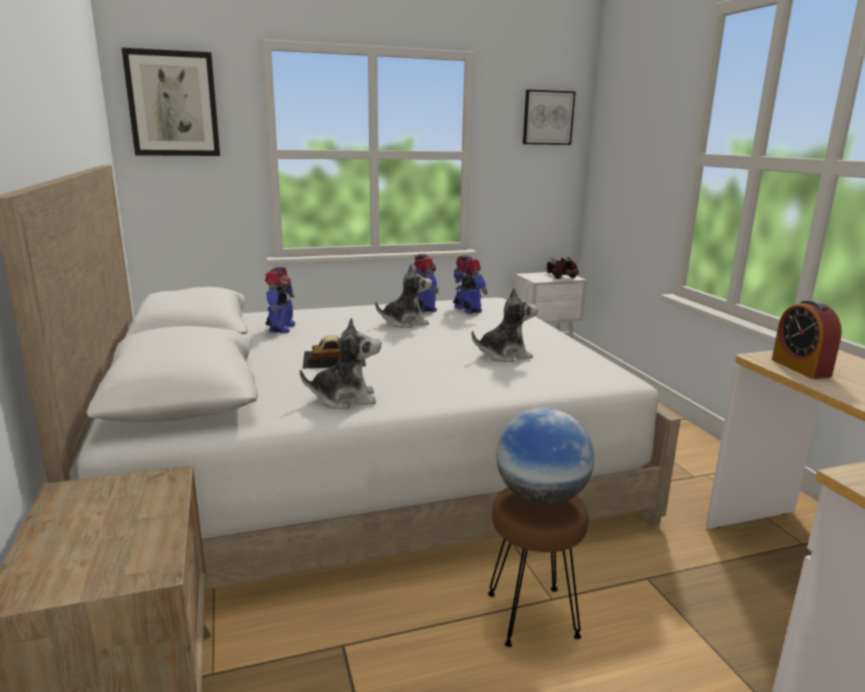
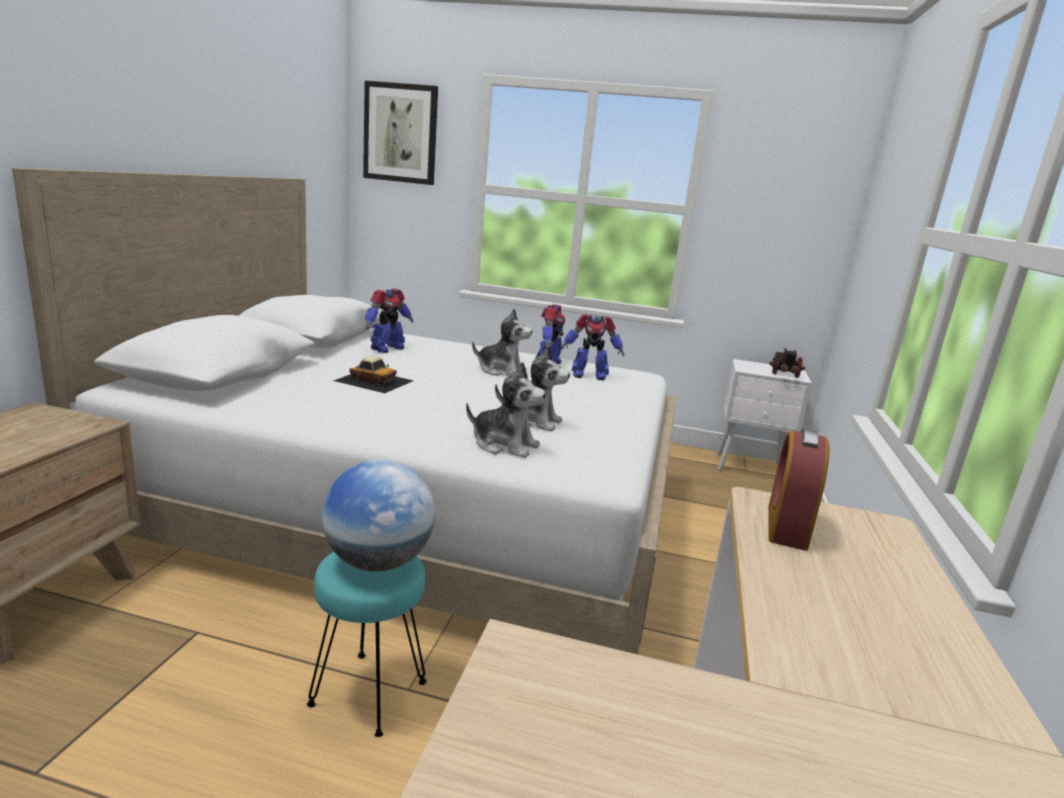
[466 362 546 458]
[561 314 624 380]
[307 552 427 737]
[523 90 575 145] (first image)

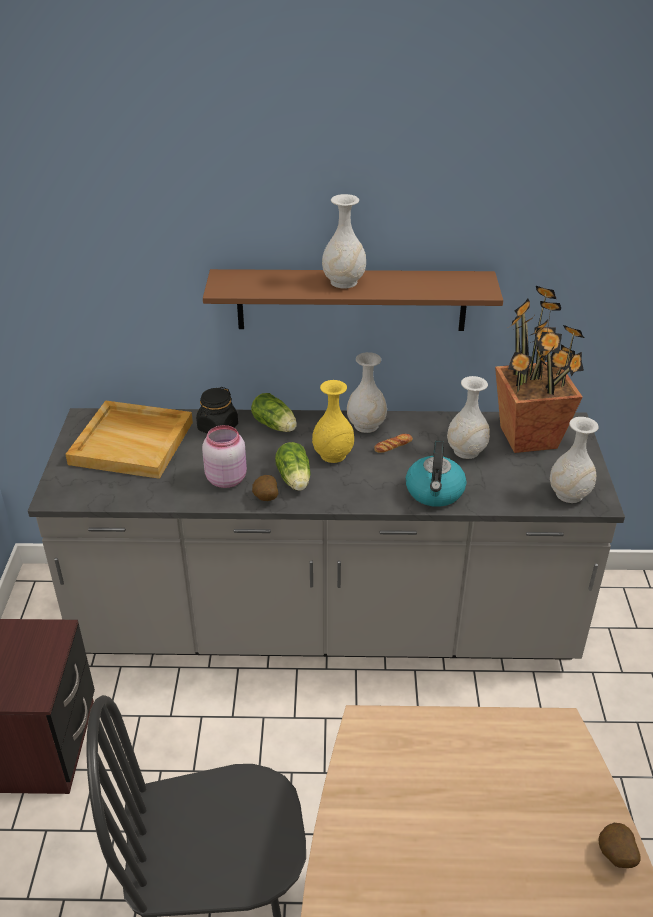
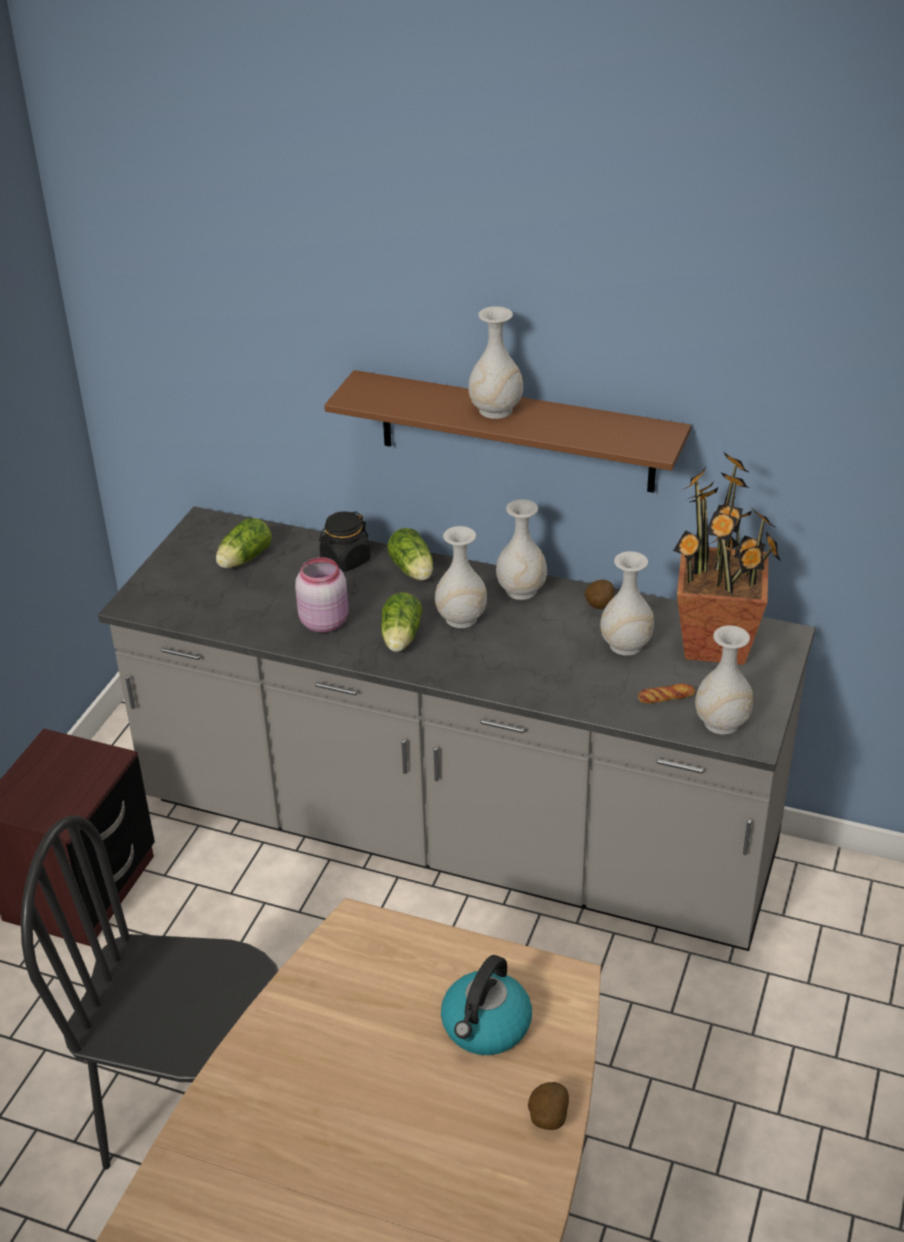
[216 518 272 568]
[585 580 614 609]
[435 526 487 628]
[638 683 695 703]
[441 955 532 1055]

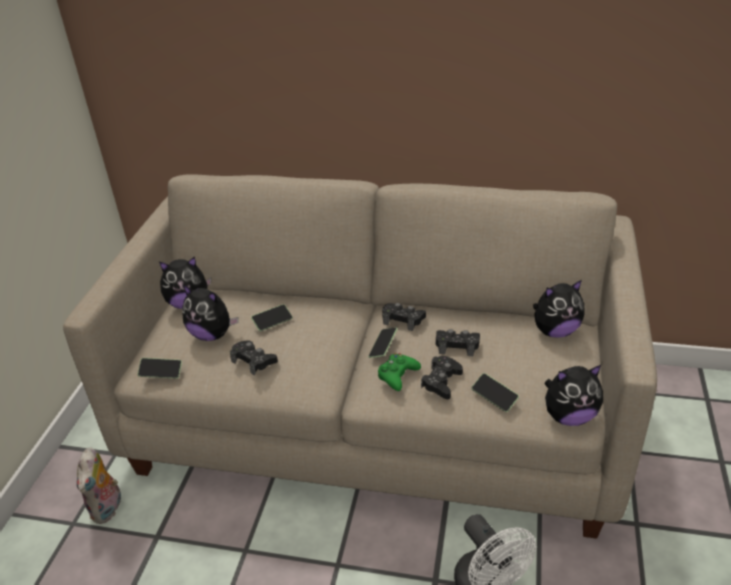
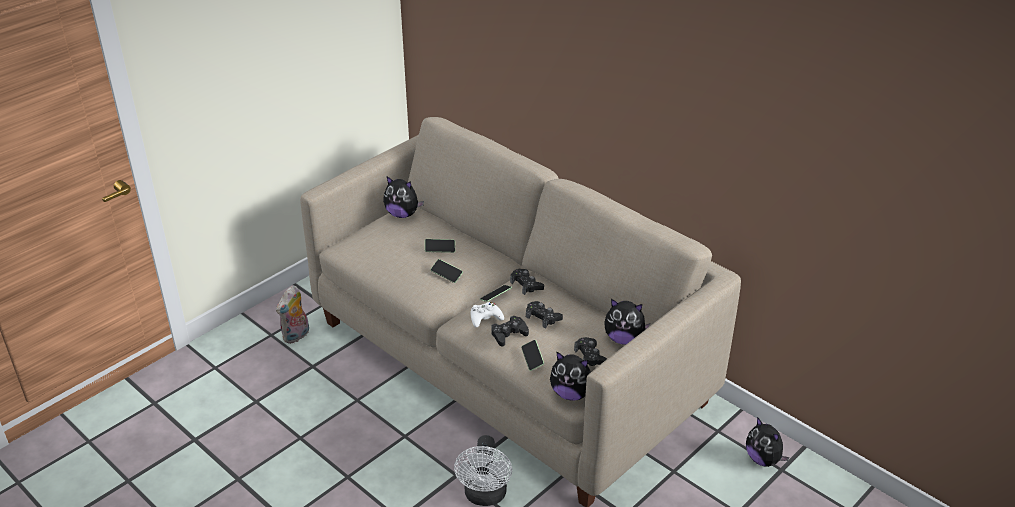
[431 259 463 283]
[746 417 789 467]
[574 337 607 366]
[470 302 504 327]

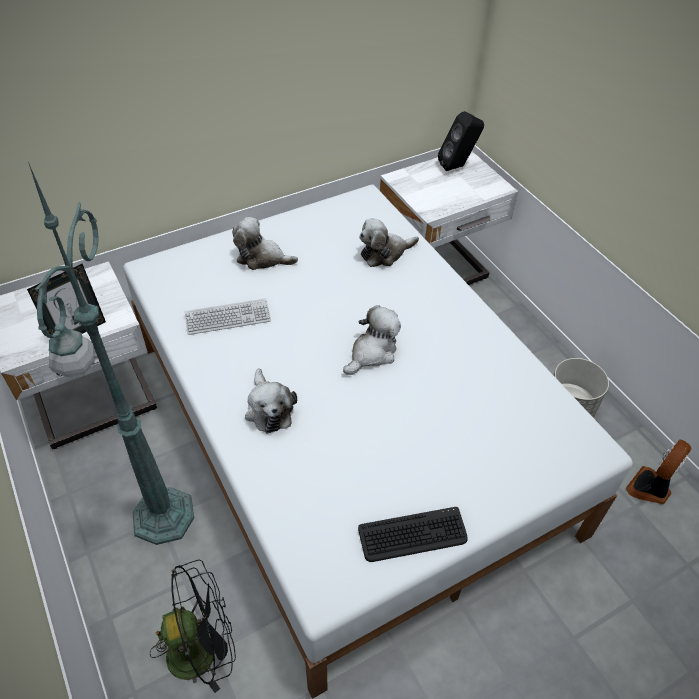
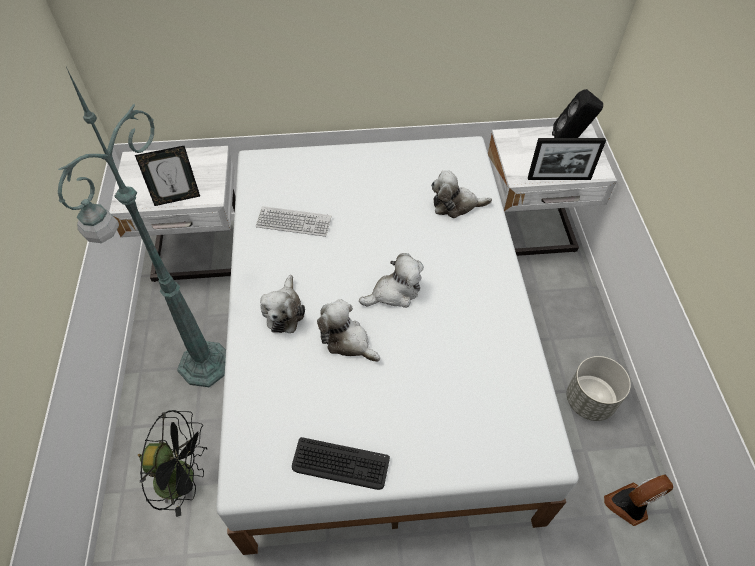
[317 299 380 362]
[528 138 606 180]

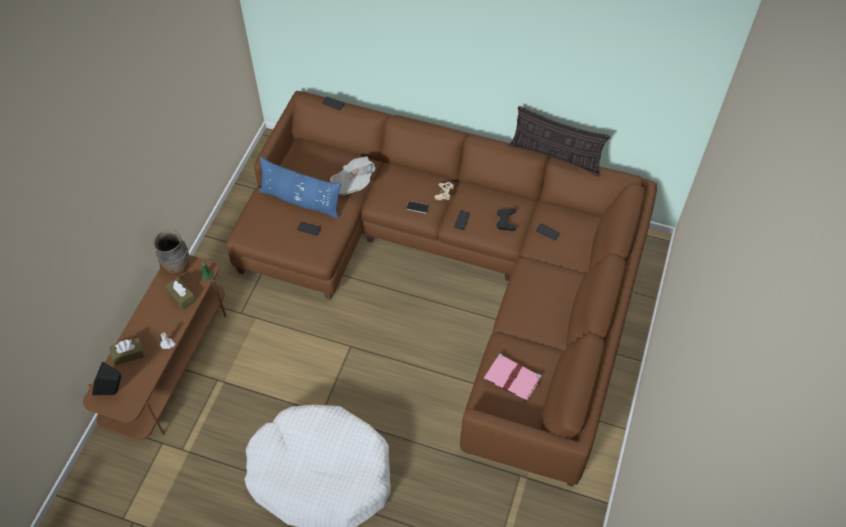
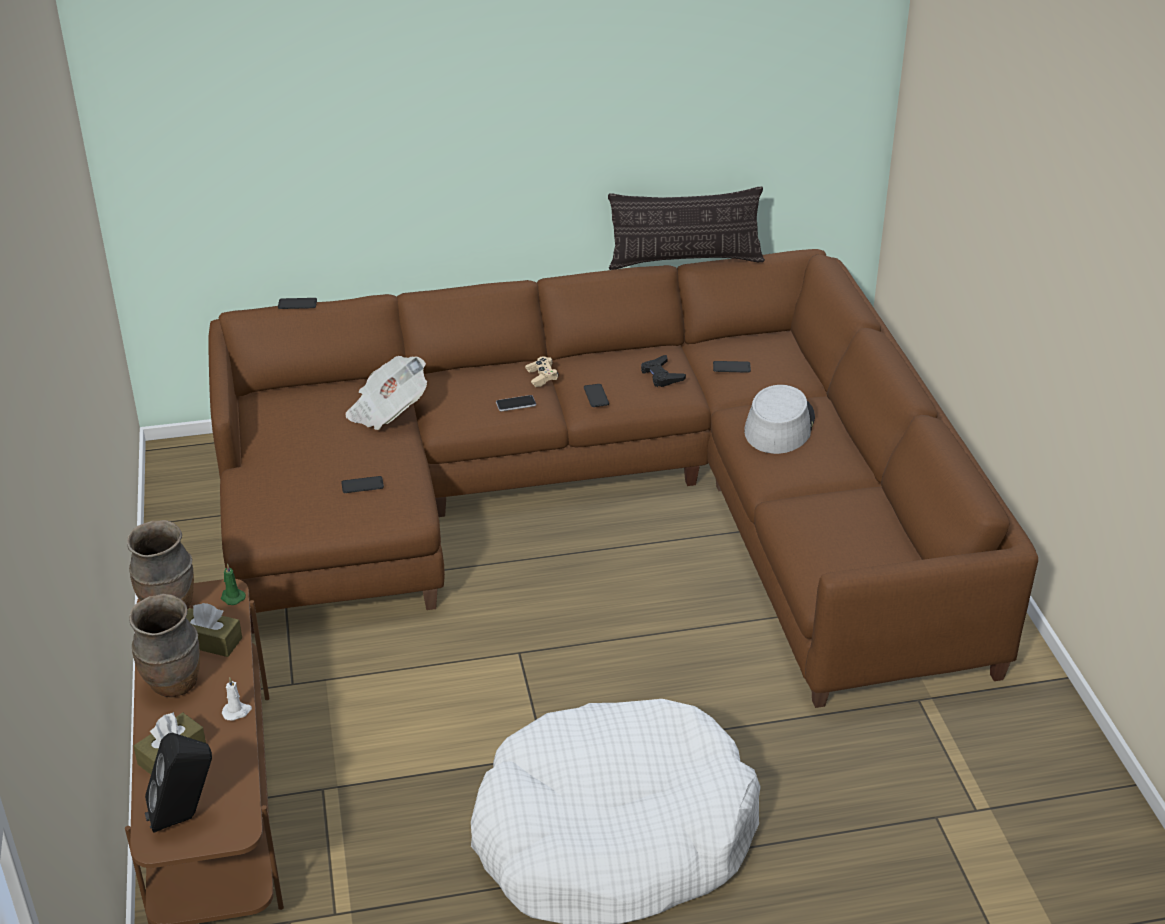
[259 157 341 219] (first image)
[484 353 543 402] (first image)
[129 594 200 697]
[744 385 815 454]

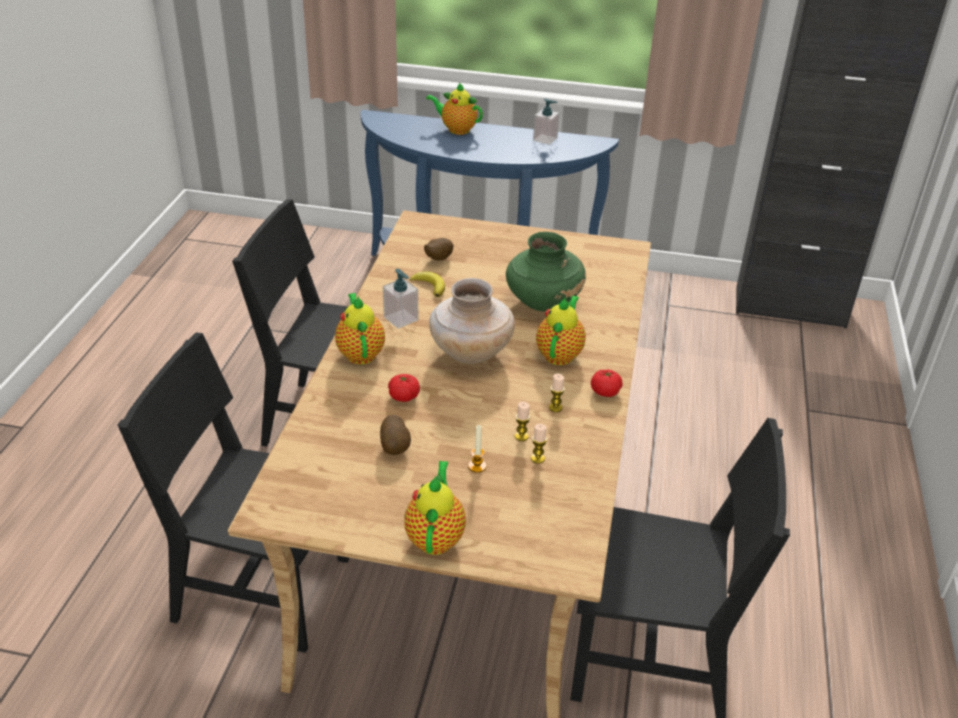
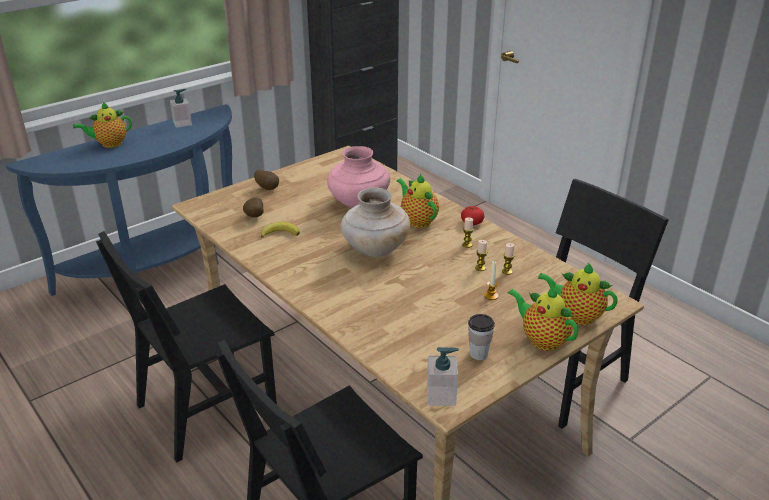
[538 263 618 325]
[254 169 279 190]
[427 347 459 406]
[388 374 420 402] (first image)
[327 146 390 208]
[468 314 495 360]

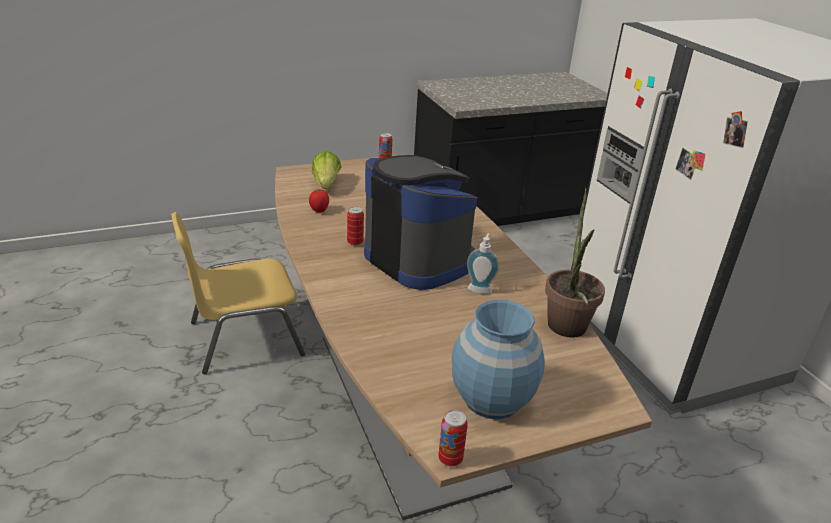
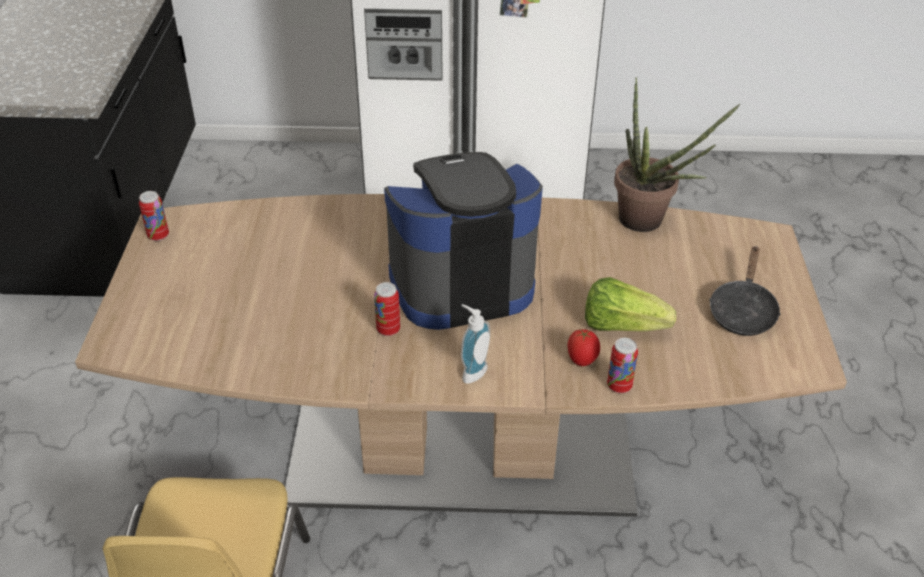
[568 329 600 366]
[585 277 676 331]
[607 338 638 393]
[709 246 781 336]
[461 304 490 384]

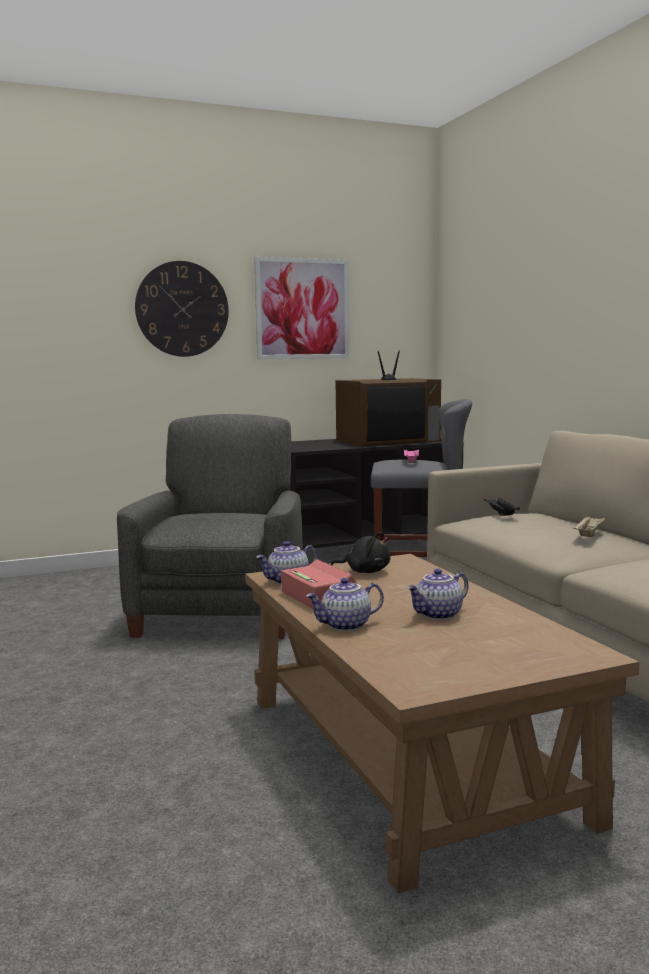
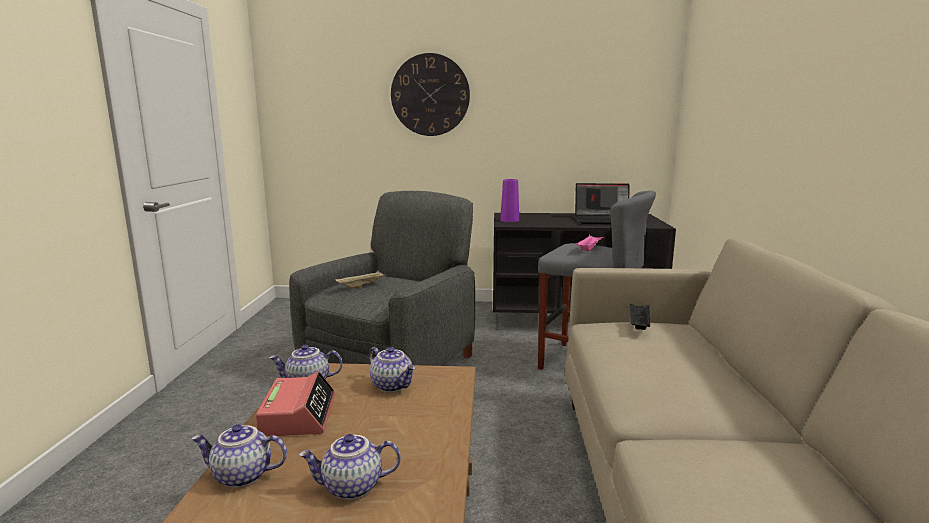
[254 257 349 360] (first image)
[369 347 416 393]
[575 183 630 224]
[335 270 385 288]
[500 179 519 222]

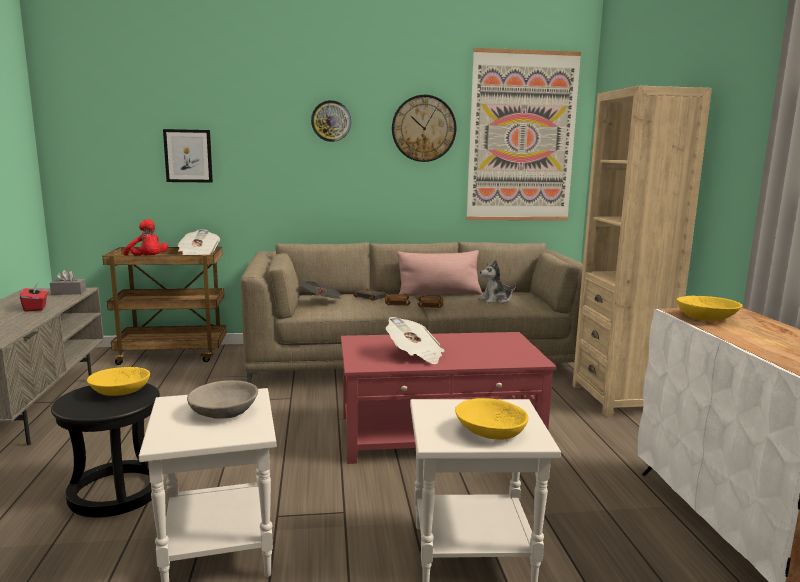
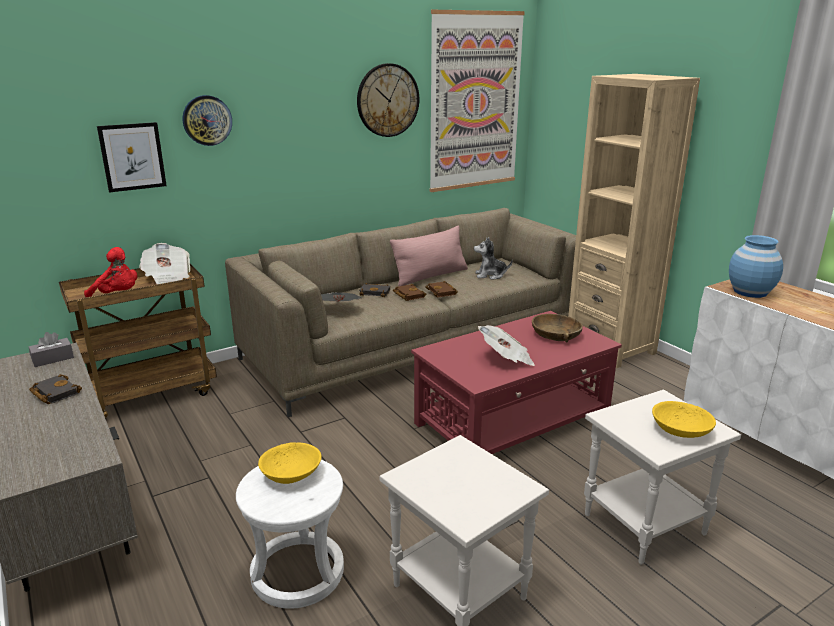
[29 374 82 404]
[236 460 344 609]
[187 380 258 419] (first image)
[183 95 232 146]
[474 237 513 280]
[729 235 783 298]
[532 314 583 342]

